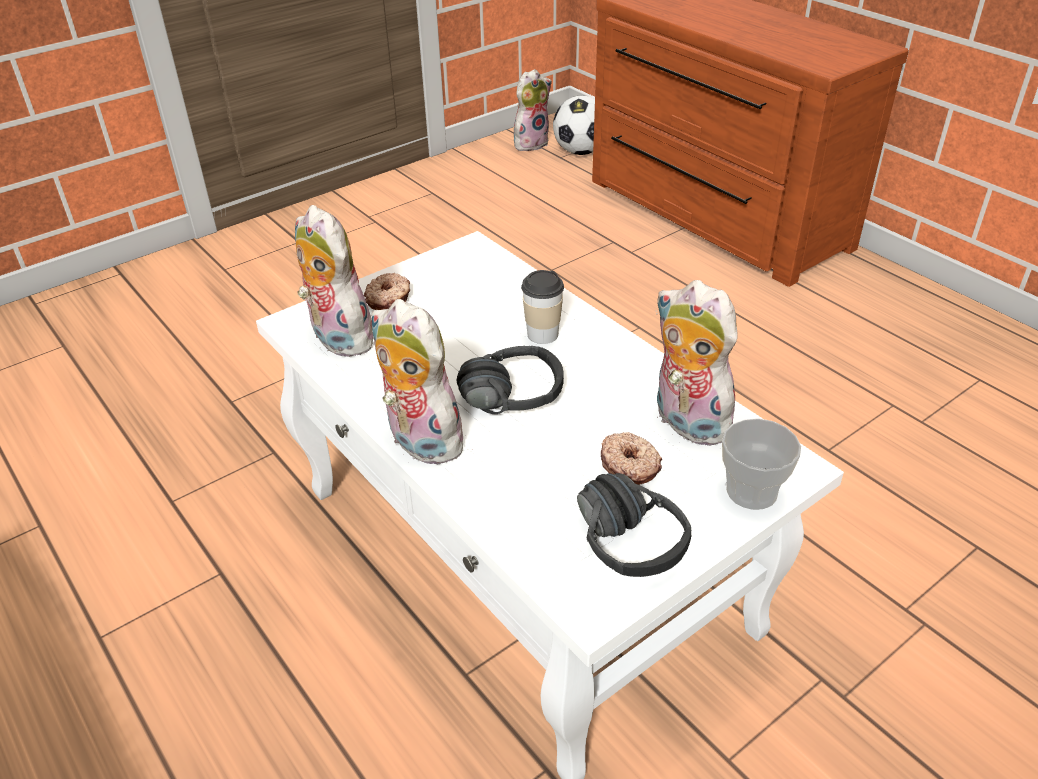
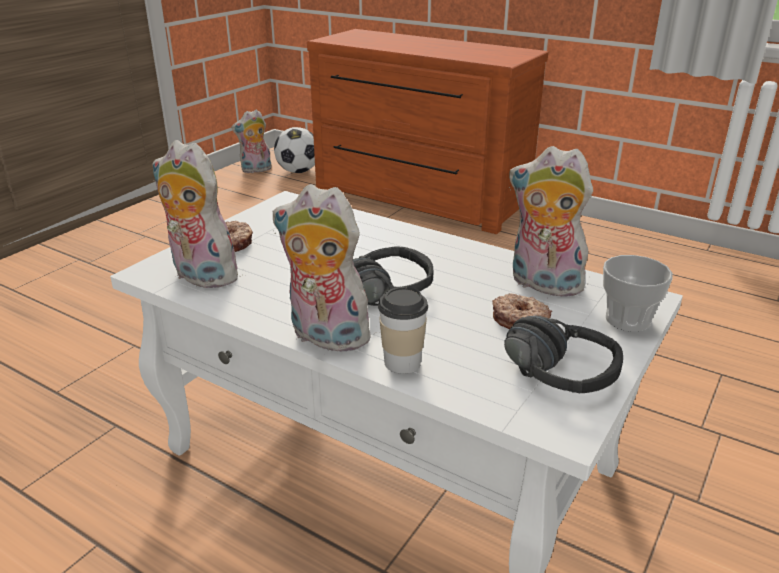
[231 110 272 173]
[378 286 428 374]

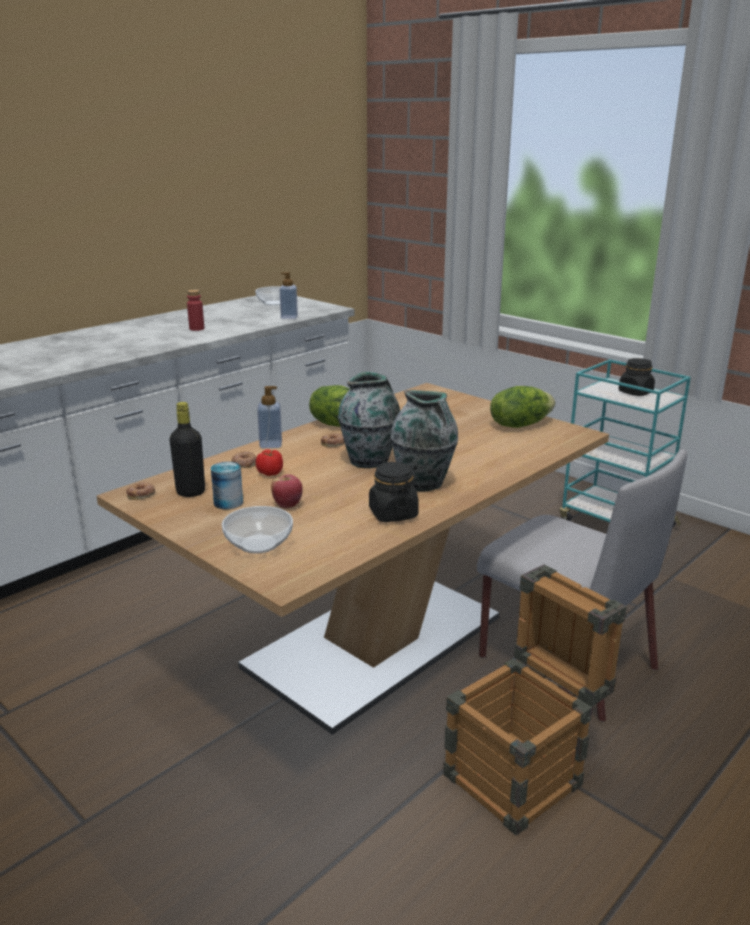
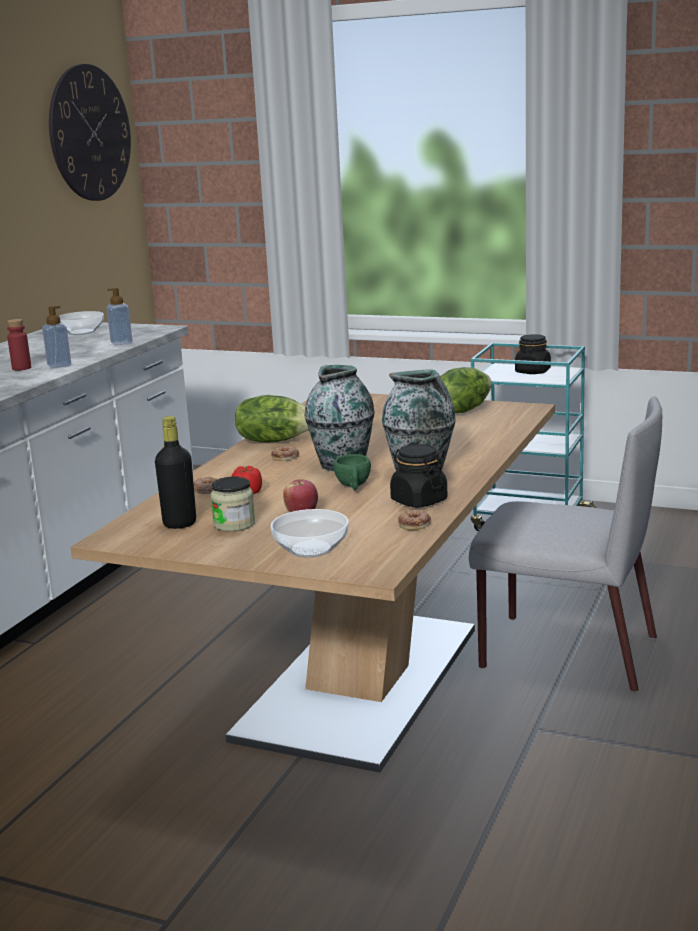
[398 510 431 530]
[210 477 255 532]
[42 306 71 368]
[443 564 627 836] (first image)
[49 64 131 201]
[333 454 371 490]

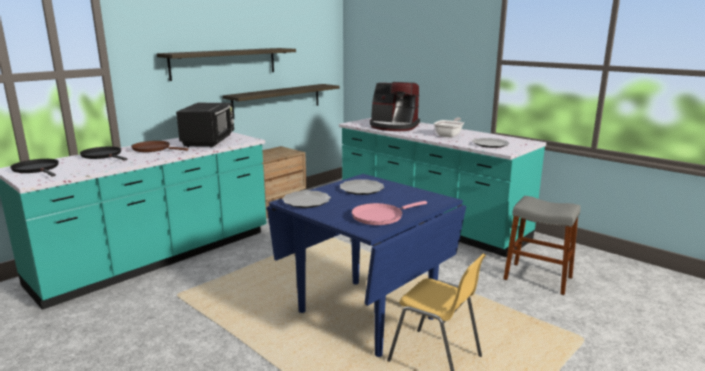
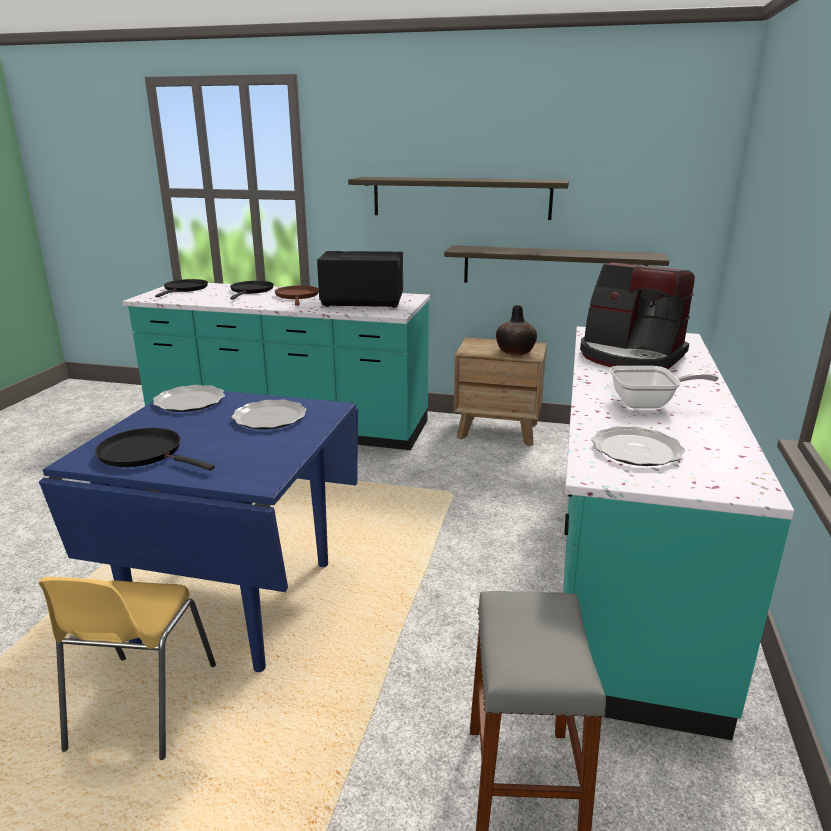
[317 251 403 308]
[95 428 215 471]
[580 262 695 369]
[496 305 537 355]

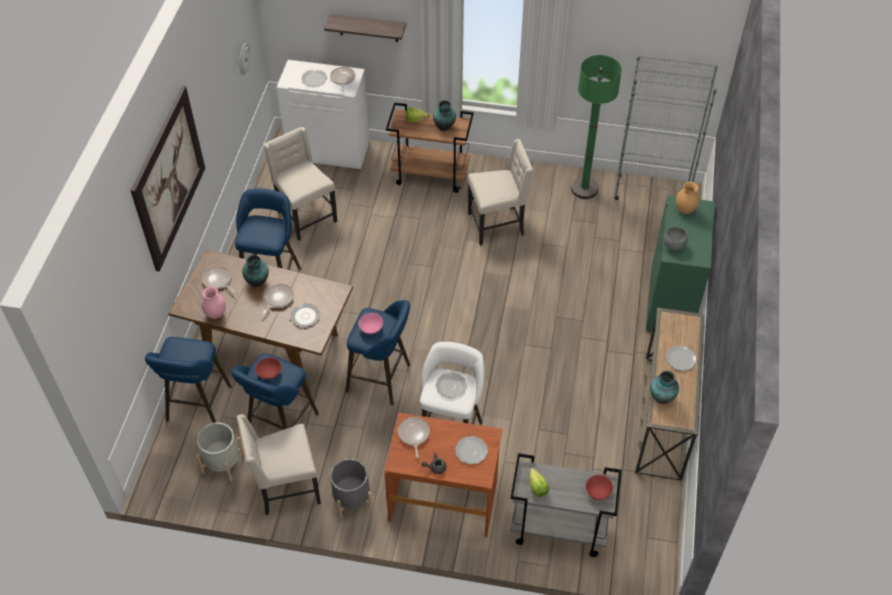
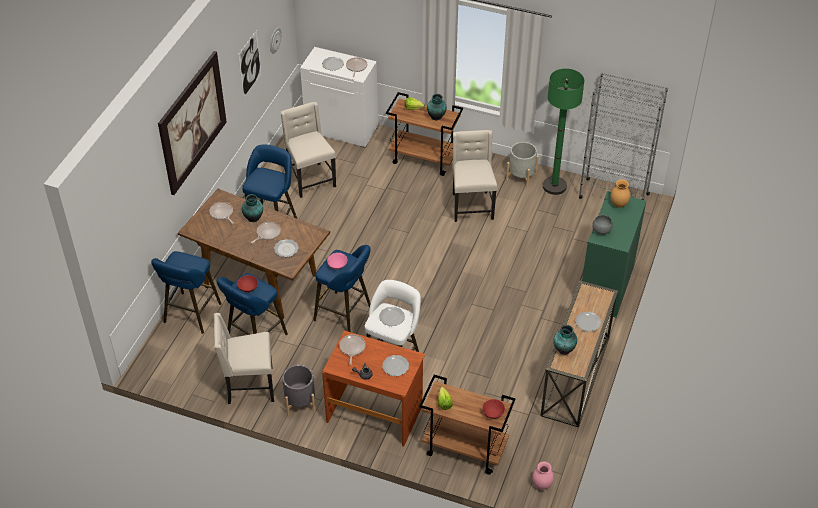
[506 142 539 188]
[532 462 554 490]
[324 14 406 42] (first image)
[452 130 497 222]
[419 375 516 475]
[238 30 261 97]

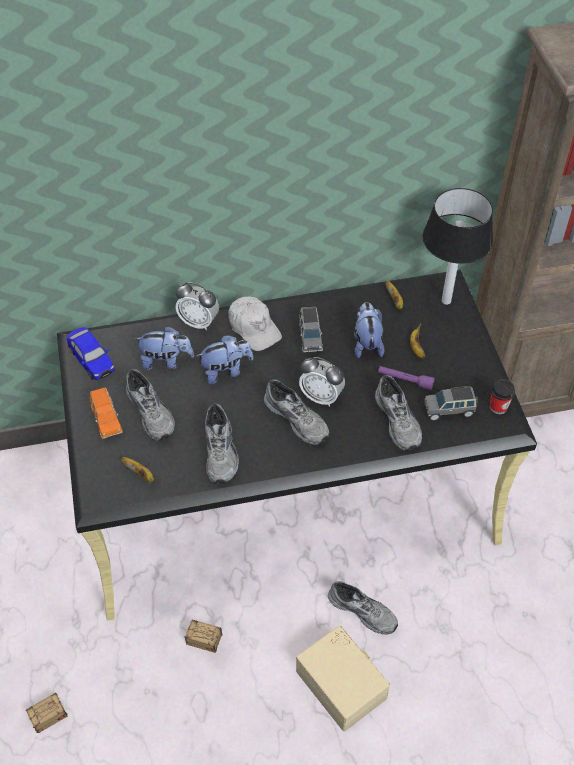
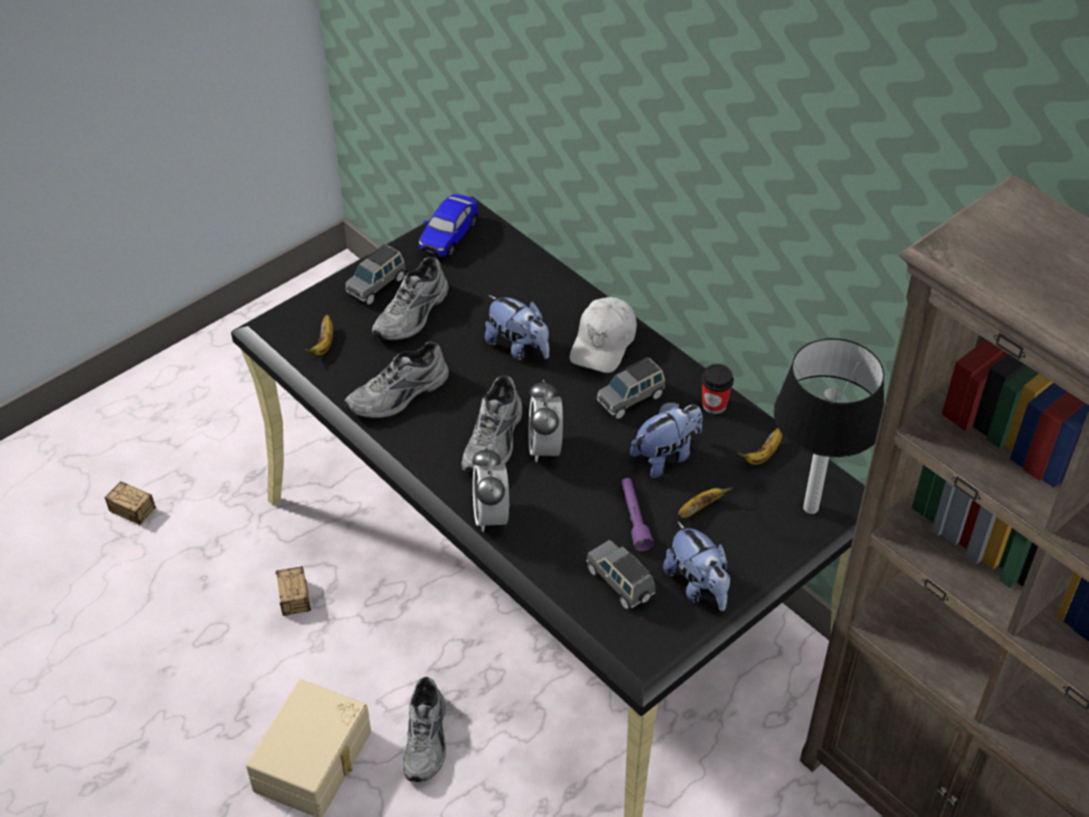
[345 244 406 305]
[663 521 730 611]
[472 447 509 532]
[375 375 422 451] (first image)
[701 364 734 414]

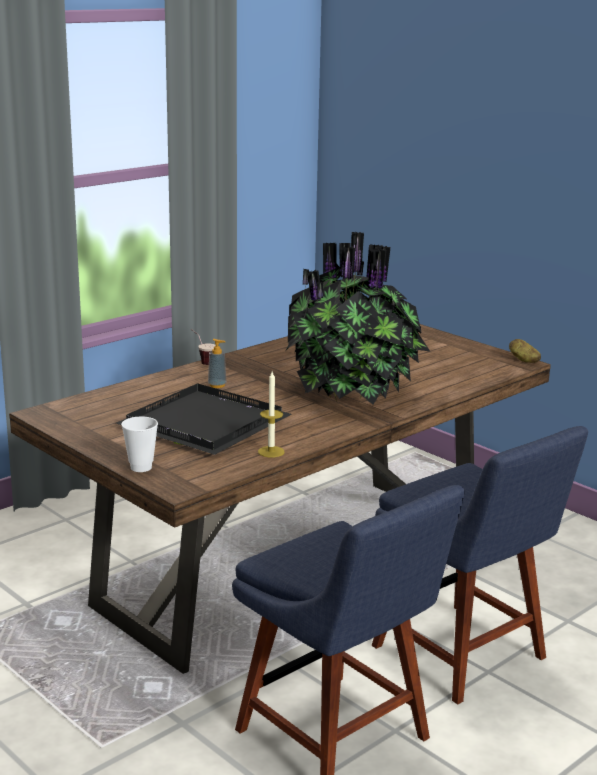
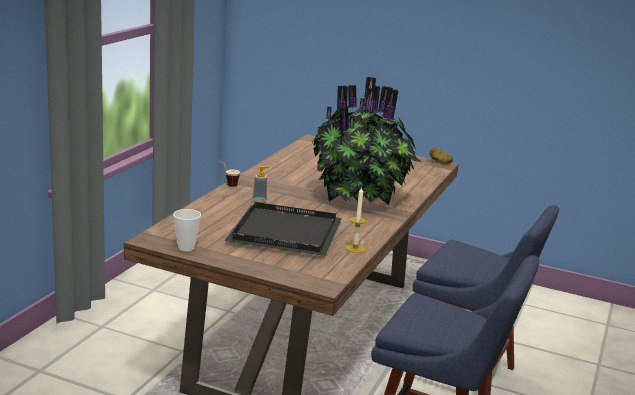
[173 209 201 251]

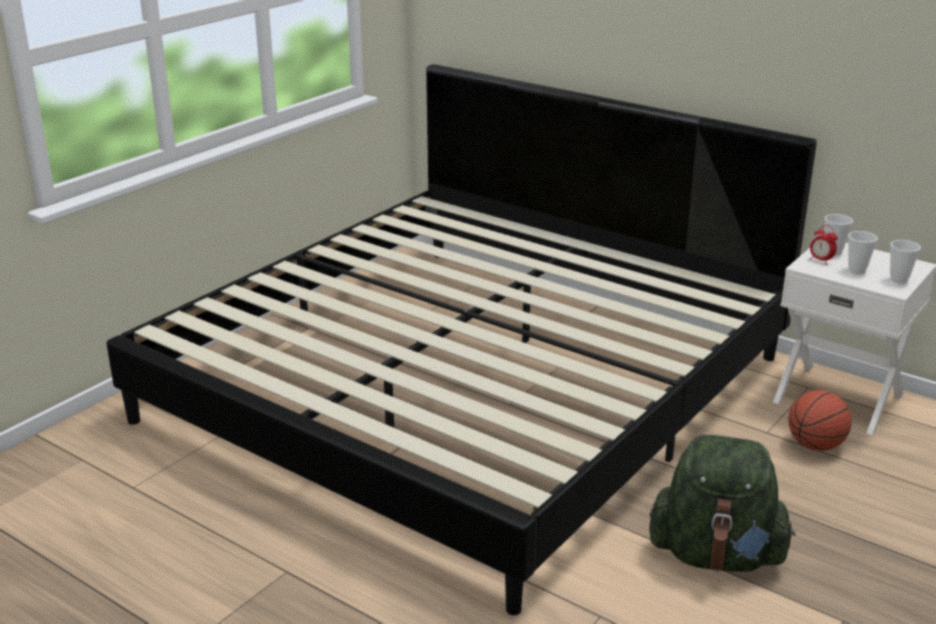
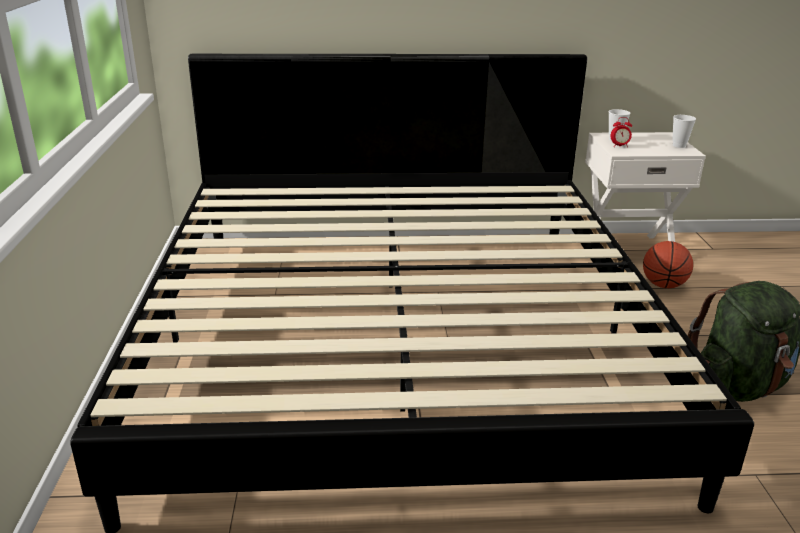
[848 231 878 274] (first image)

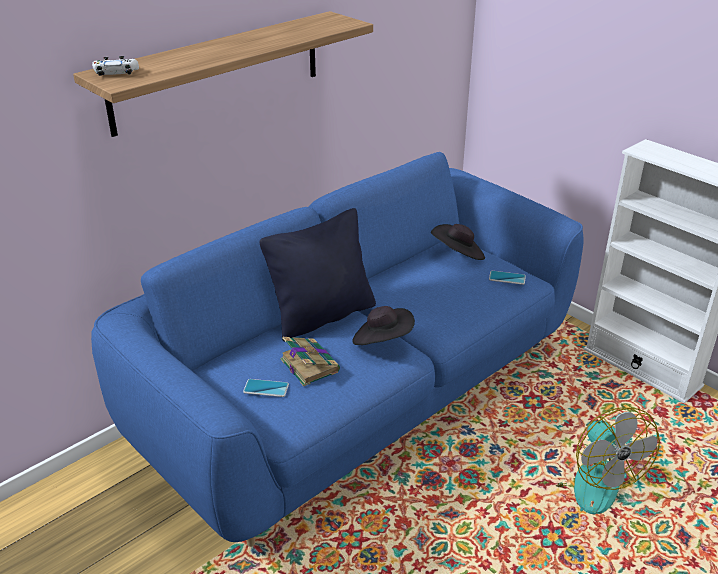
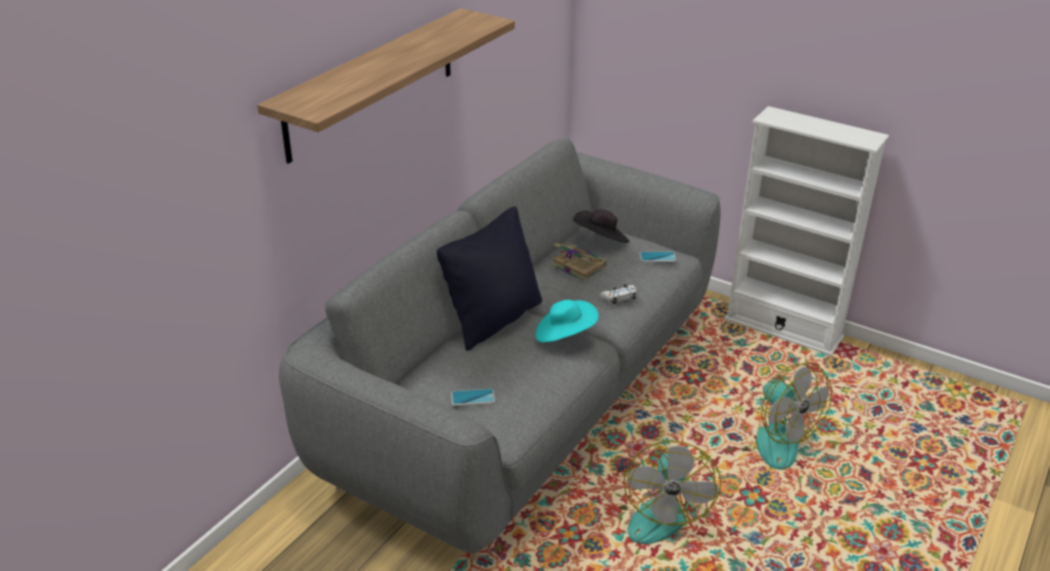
[279 137 721 560]
[601 285 636 304]
[551 243 607 281]
[535 300 599 343]
[619 440 721 544]

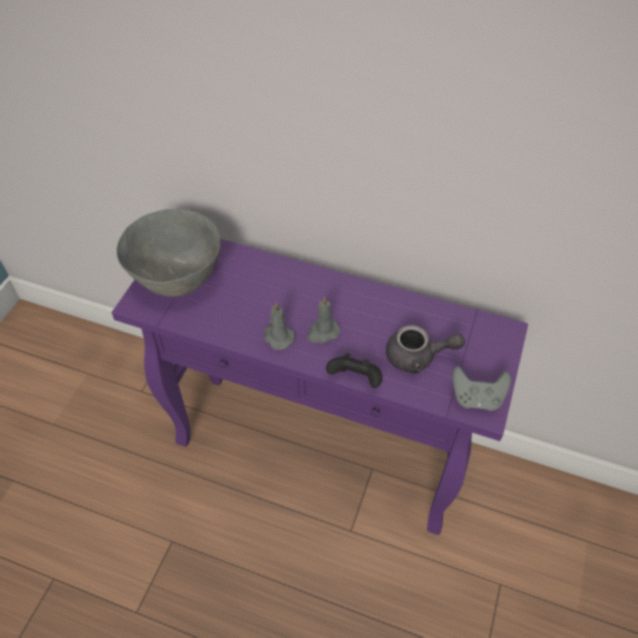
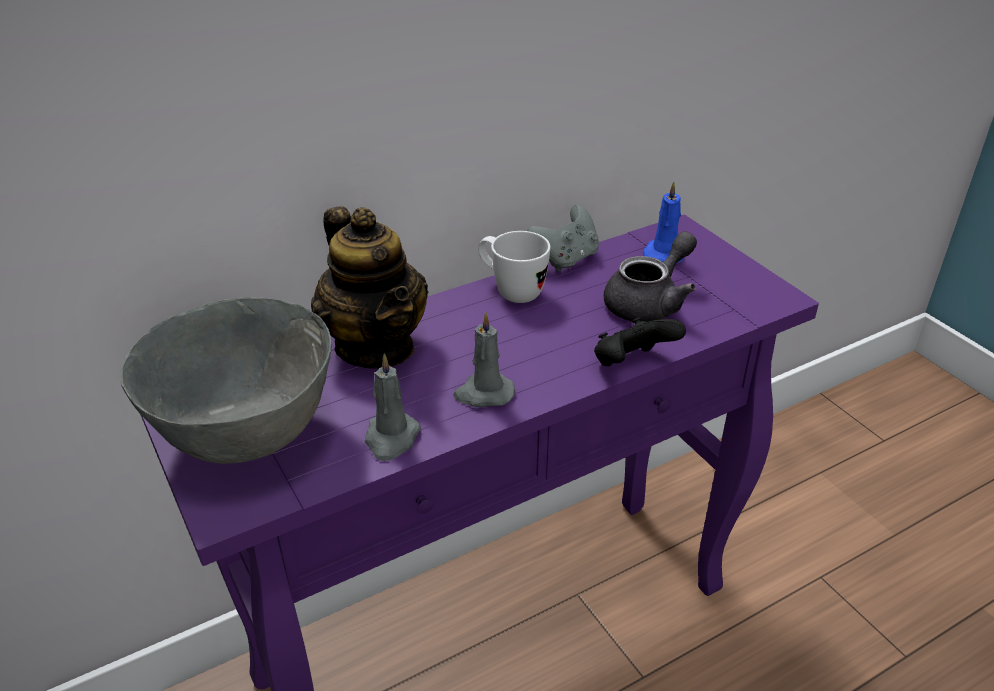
[365 353 421 461]
[527 205 599 271]
[311 206 428 369]
[478 231 551 303]
[643 181 684 263]

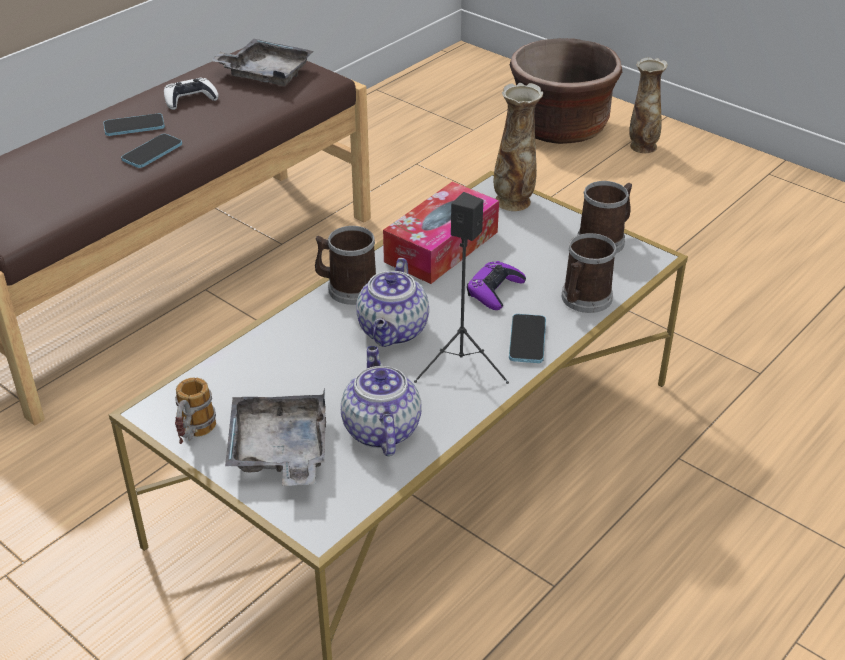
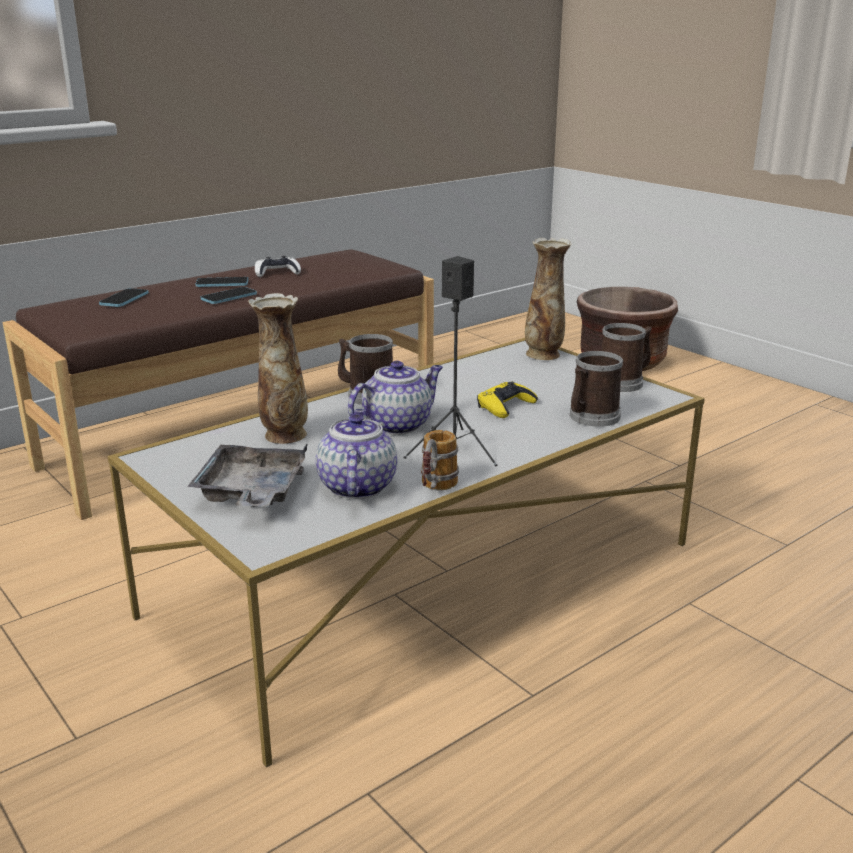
[421 430 459 490]
[209 39 314 86] (first image)
[348 361 443 435]
[383 182 499 284] (first image)
[477 382 538 418]
[99 288 149 307]
[248 293 308 444]

